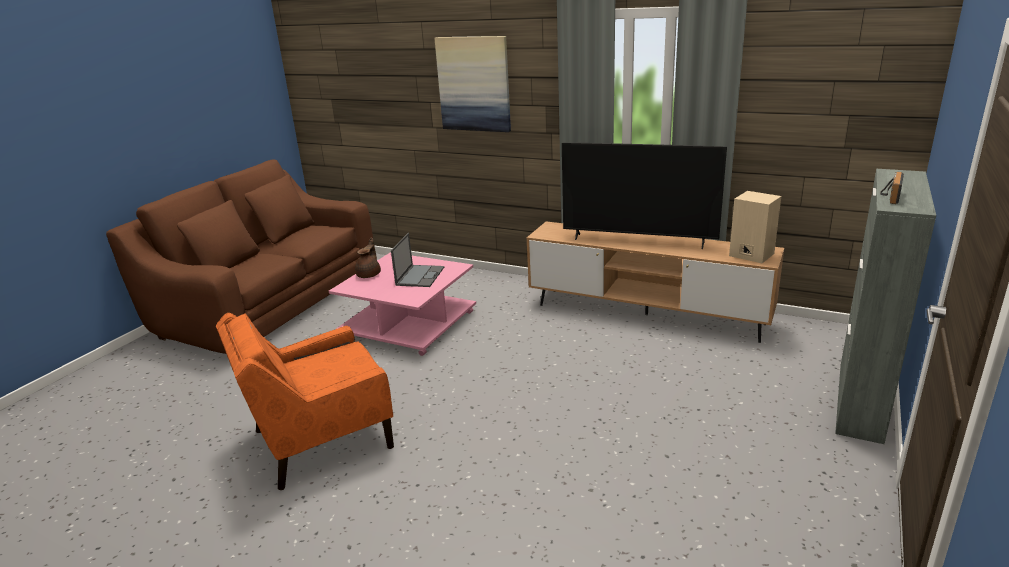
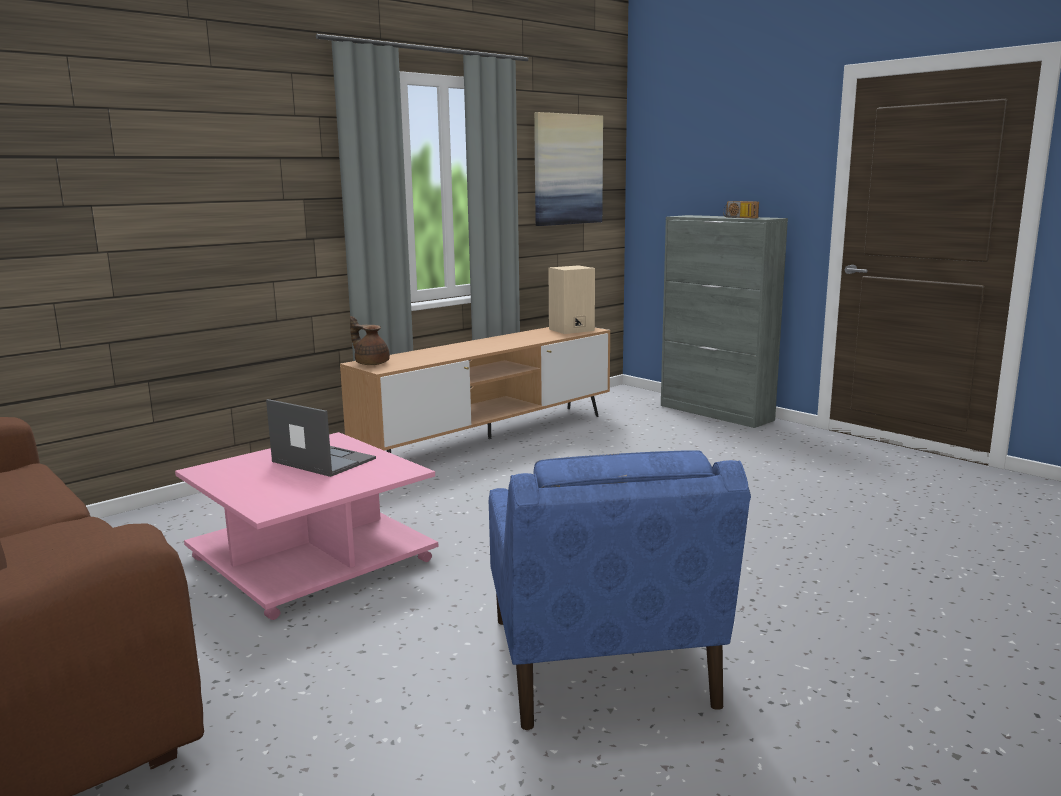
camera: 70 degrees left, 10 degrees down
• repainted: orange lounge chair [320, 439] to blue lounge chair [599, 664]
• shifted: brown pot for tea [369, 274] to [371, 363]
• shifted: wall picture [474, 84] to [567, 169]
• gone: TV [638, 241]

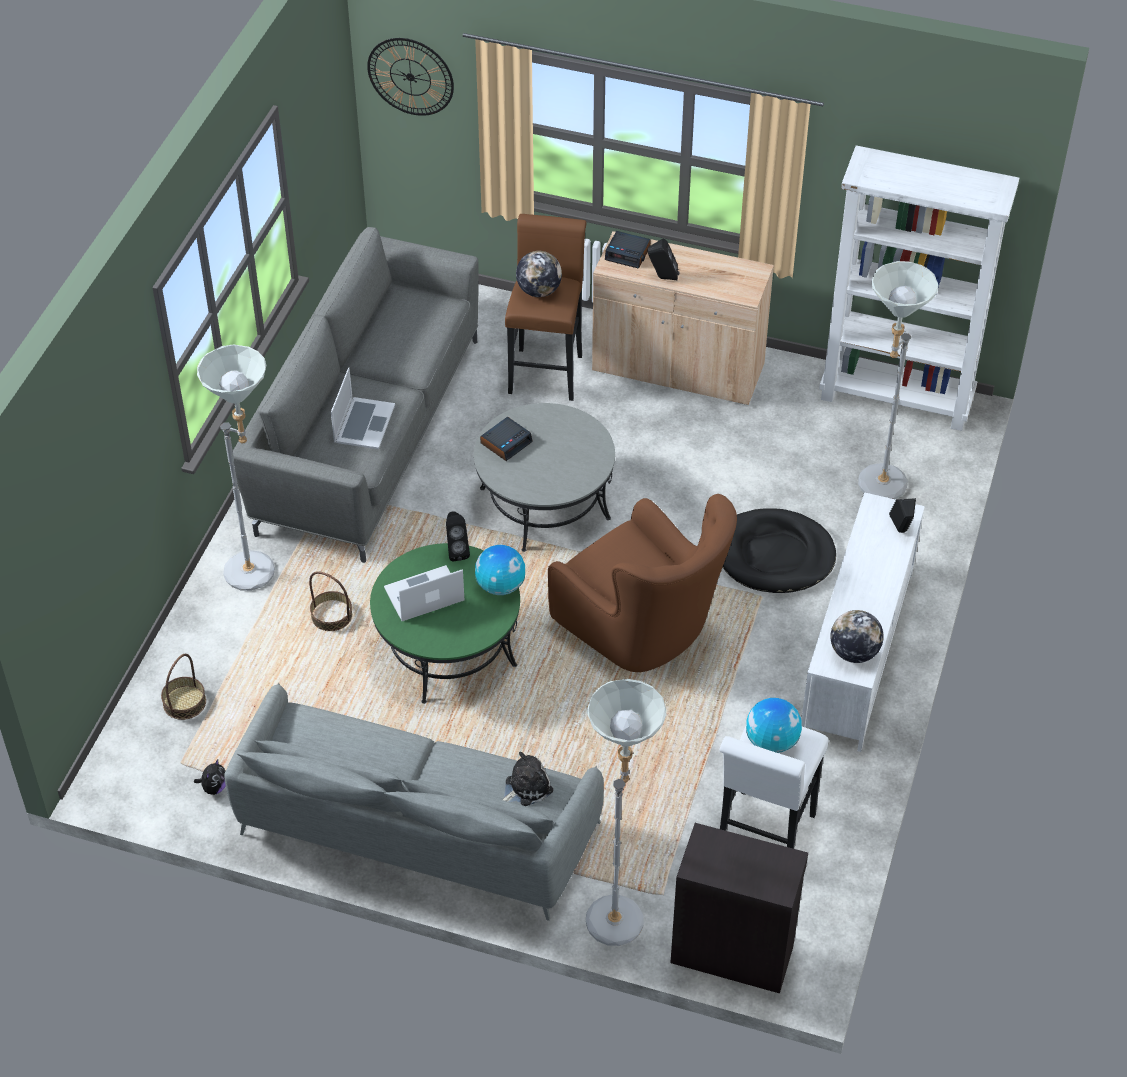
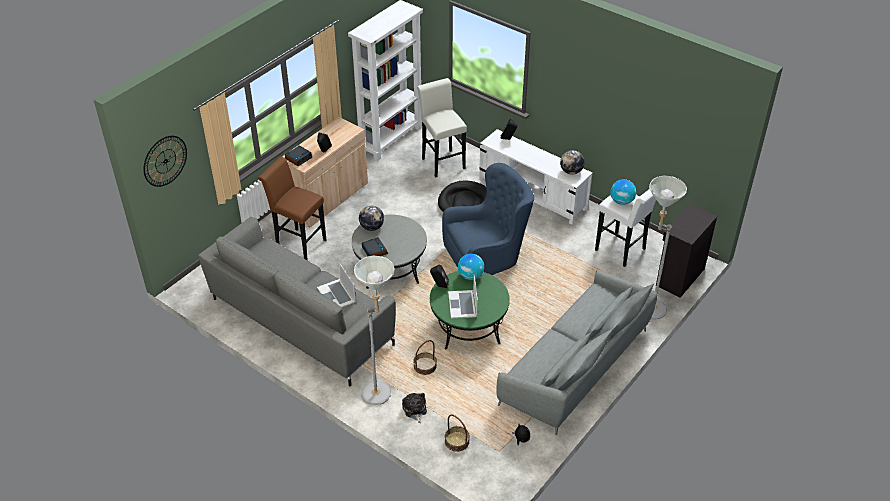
camera: 70 degrees left, 5 degrees down
• rotated: notebook computer [364, 423] = [336, 295] 150 degrees counterclockwise
• shifted: cuddly toy [526, 787] to [414, 410]
• shifted: desk globe [539, 291] to [372, 227]
• repainted: brown lounge chair [642, 628] to blue lounge chair [488, 255]
• swapped: grey standard lamp [875, 489] to white stool [442, 161]

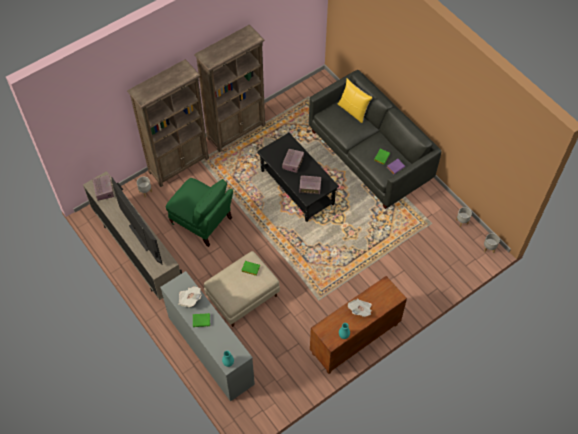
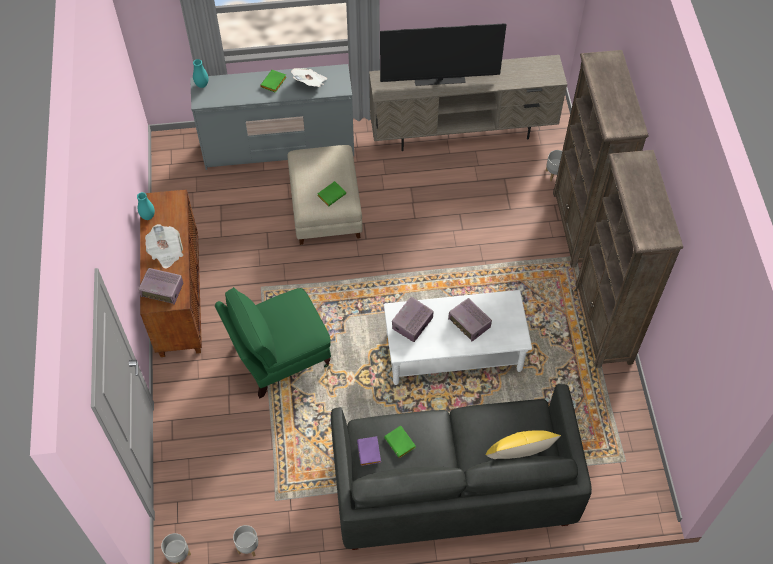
camera: 120 degrees right, 0 degrees up
• shifted: radio set [104, 190] to [162, 291]
• shifted: green-coloured lounge chair [202, 222] to [279, 357]
• repainted: black low table [297, 187] to white low table [453, 352]

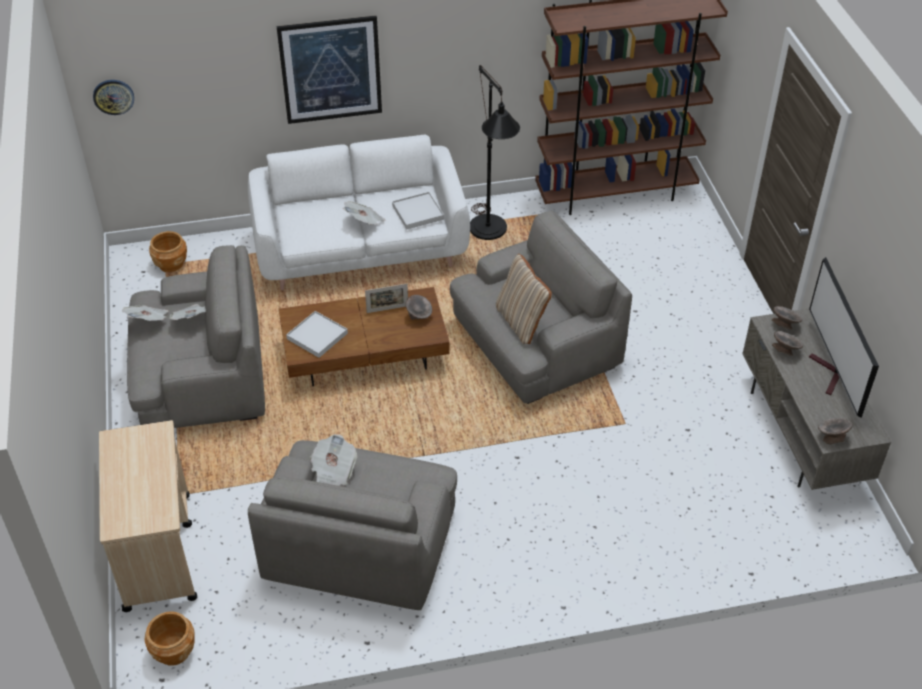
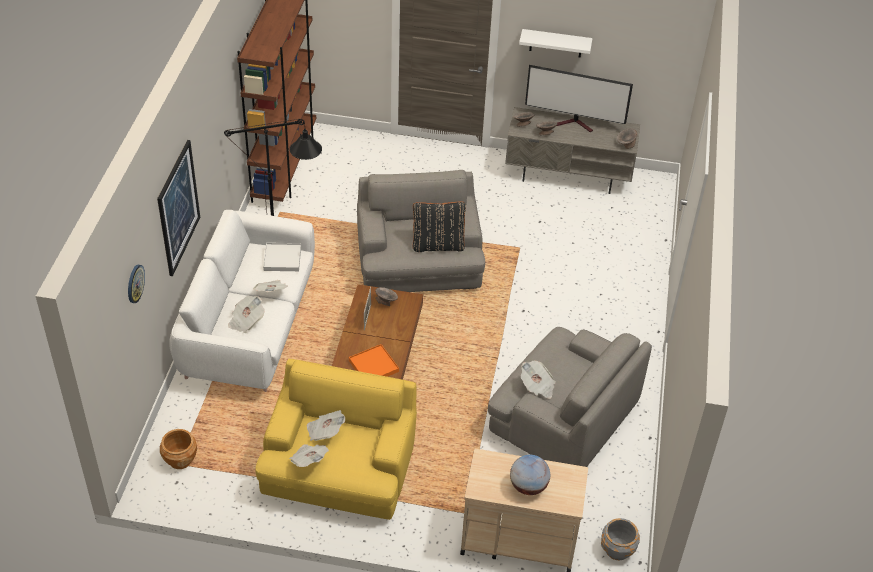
camera: 70 degrees left, 0 degrees up
• shifted: hanging clock [113, 96] to [135, 283]
• repainted: grey lounge chair [201, 375] to yellow lounge chair [339, 470]
• repainted: brown planter [173, 651] to grey planter [617, 550]
• repainted: white serving tray [317, 336] to orange serving tray [373, 366]
• repainted: sand-coloured pillow [521, 322] to black pillow [438, 245]
• new: daily paper [246, 321]
• new: desk globe [528, 486]
• new: white wall shelf [556, 43]

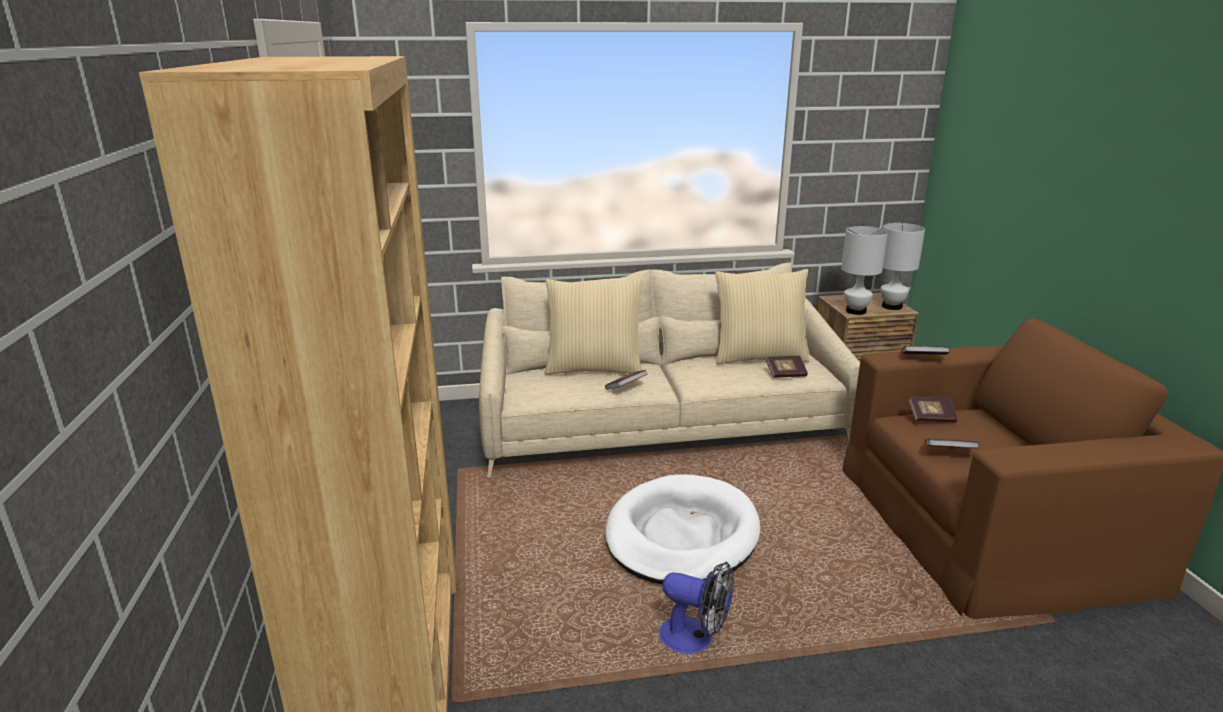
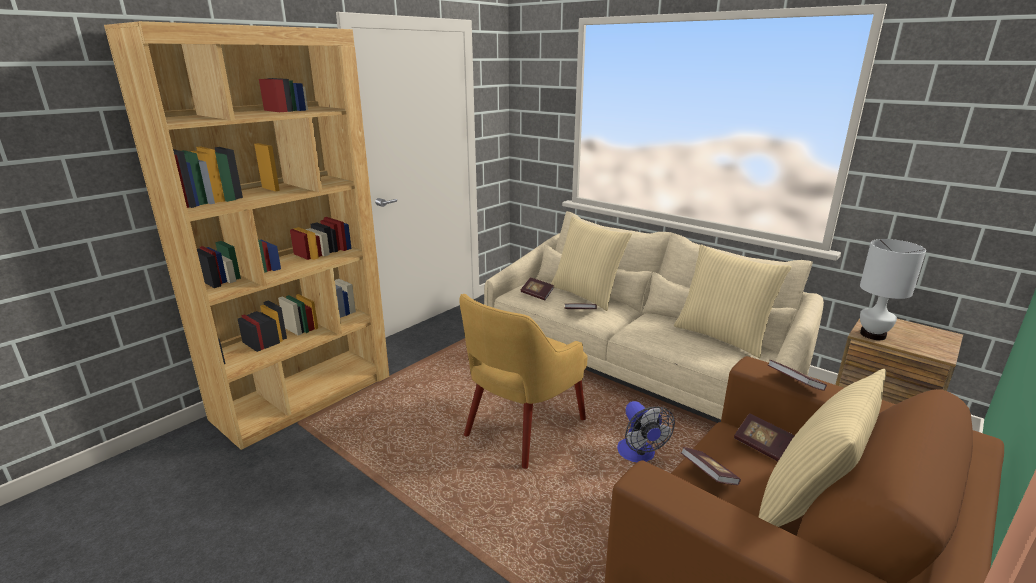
camera: 50 degrees right, 0 degrees up
• swapped: white dog cushion [681, 535] to yellow lounge chair [522, 429]
• shifted: electric fan [695, 639] to [639, 455]
• shifted: bound book [786, 374] to [537, 295]
• gone: white table lamp [892, 306]
• new: sand-coloured pillow [806, 506]

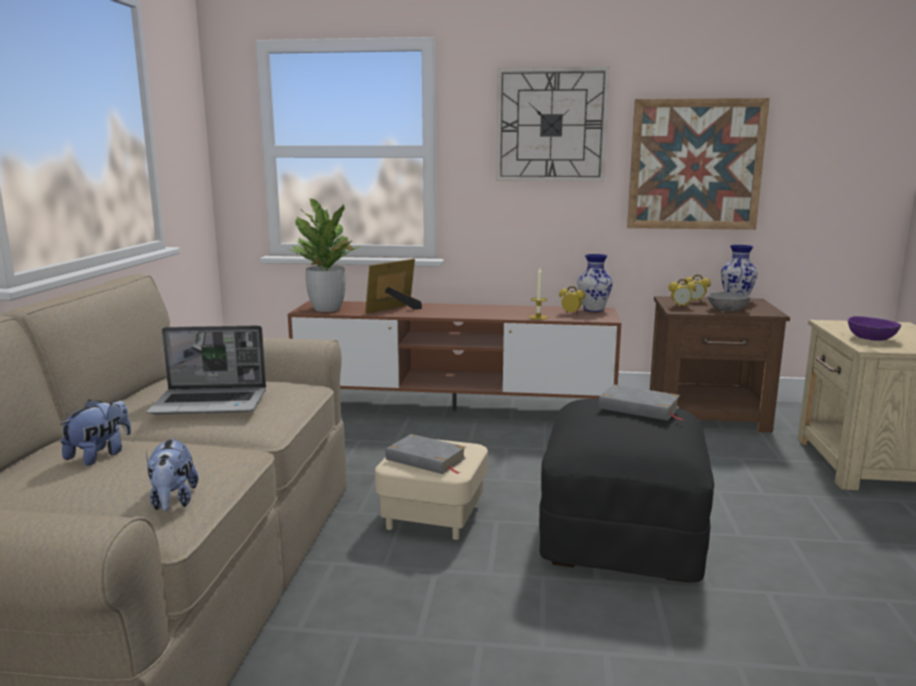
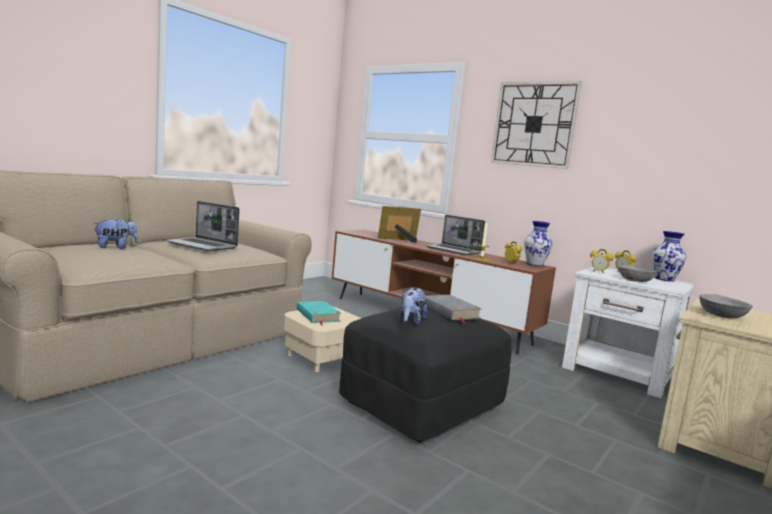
camera: 30 degrees right, 5 degrees down
• shifted: cuddly toy [173, 502] to [410, 321]
• gone: potted plant [327, 309]
• repainted: grey bound book [426, 459] to blue-green bound book [317, 315]
• gone: wall picture [695, 165]
• repainted: brown night table [709, 415] to white night table [619, 373]
• repainted: purplish serving bowl [870, 338] to grey serving bowl [721, 316]
• new: notebook computer [454, 250]

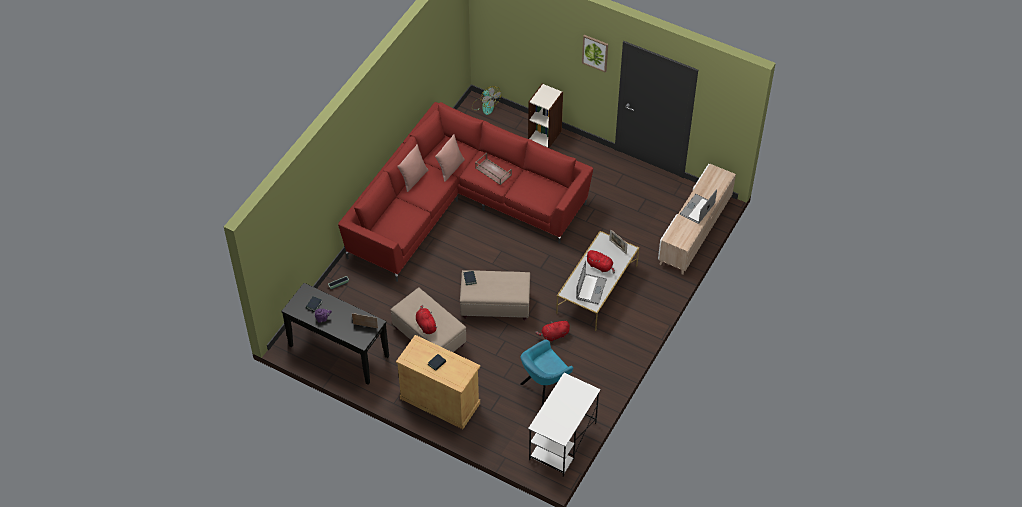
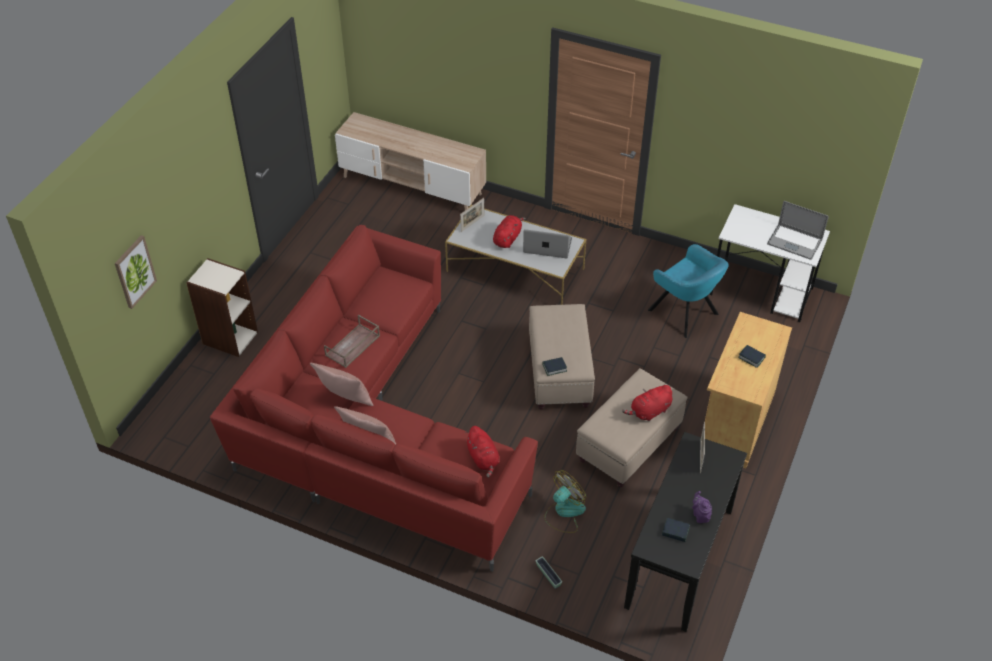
camera: 95 degrees left, 5 degrees down
• shifted: electric fan [485, 105] to [564, 512]
• shifted: reddish cuddly toy [554, 335] to [483, 459]
• shifted: wall picture [595, 52] to [134, 271]
• shifted: notebook computer [697, 209] to [794, 242]

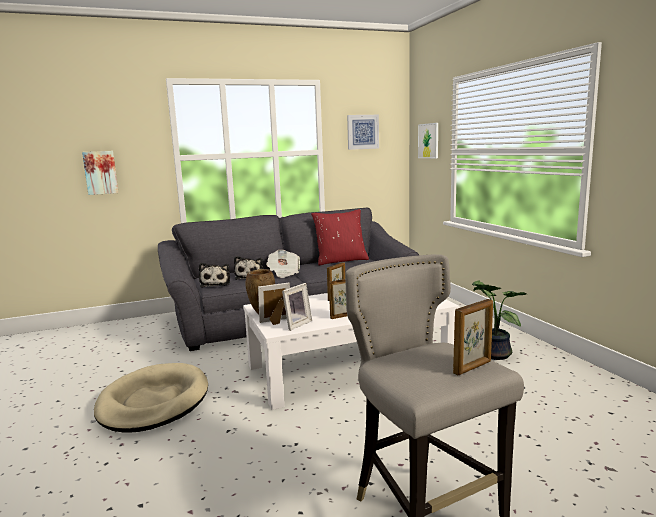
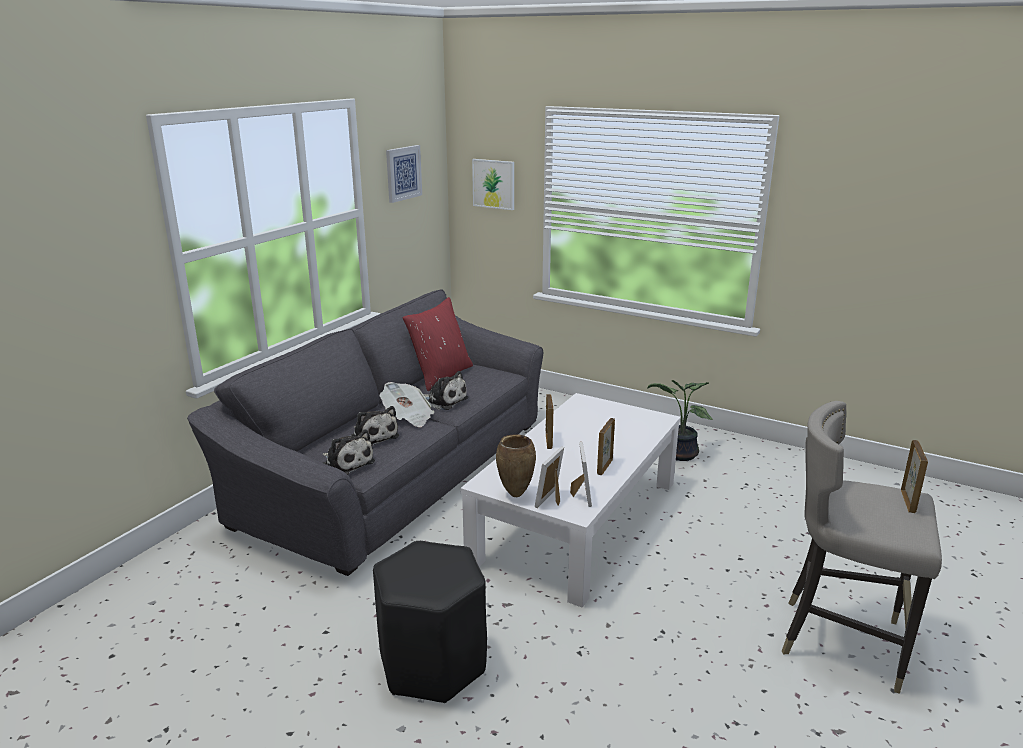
camera: 40 degrees left, 10 degrees up
• gone: wall picture [100, 172]
• swapped: sand-coloured dog cushion [153, 402] to black stool [433, 664]
• new: cuddly toy [444, 400]

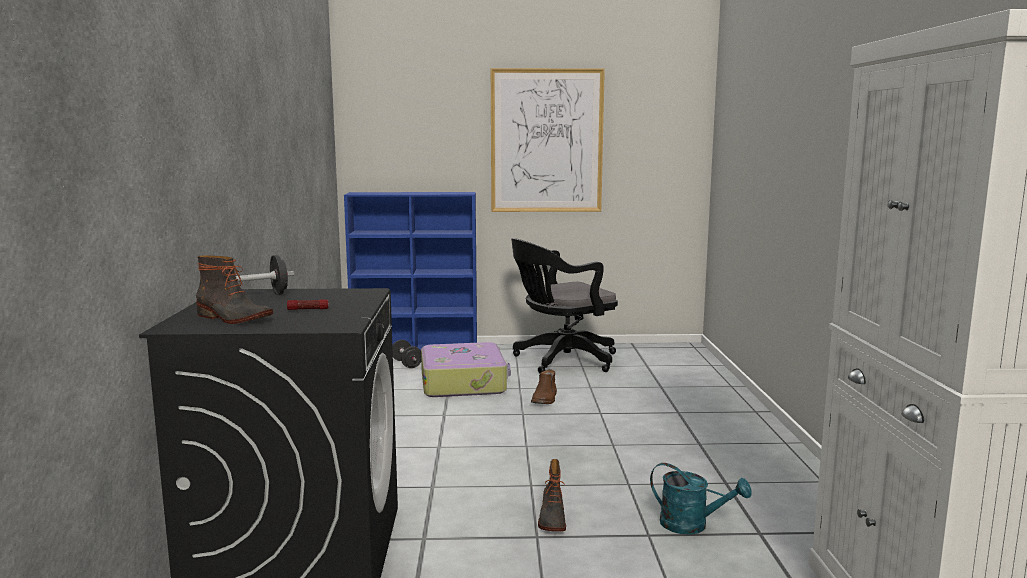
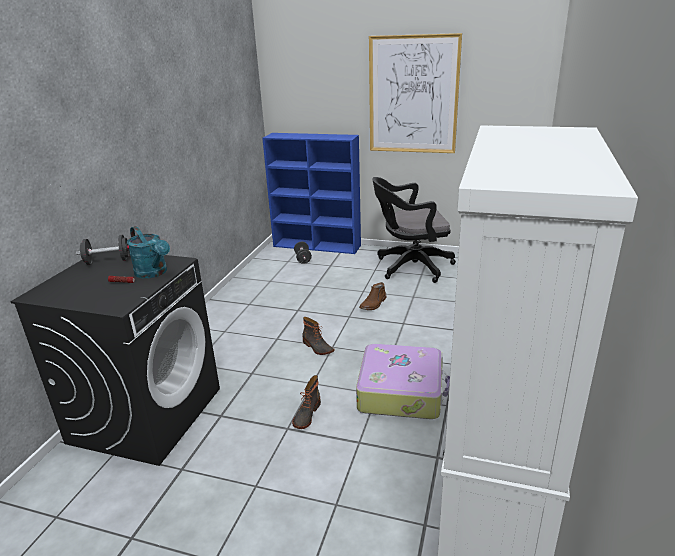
camera: 20 degrees right, 15 degrees up
• shifted: high-top boot [232, 318] to [317, 347]
• shifted: suitcase [464, 383] to [401, 391]
• shifted: blue-green watering pot [692, 525] to [154, 273]

